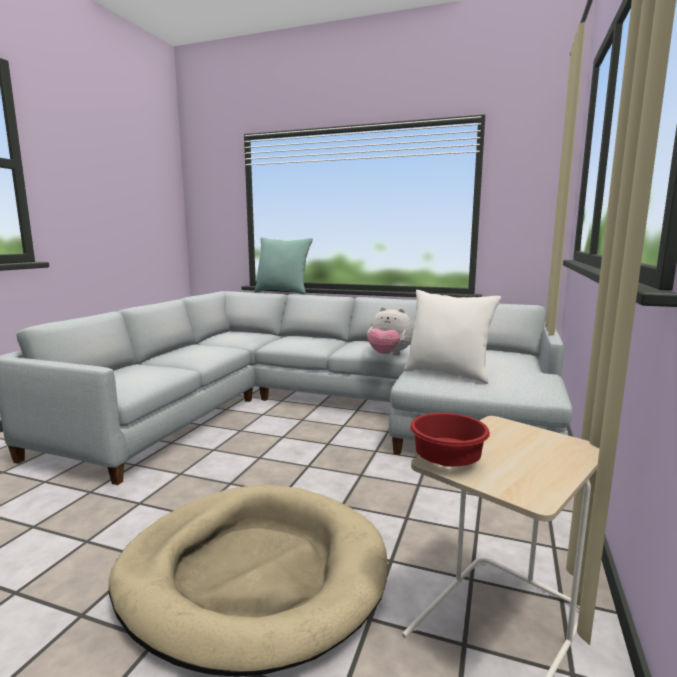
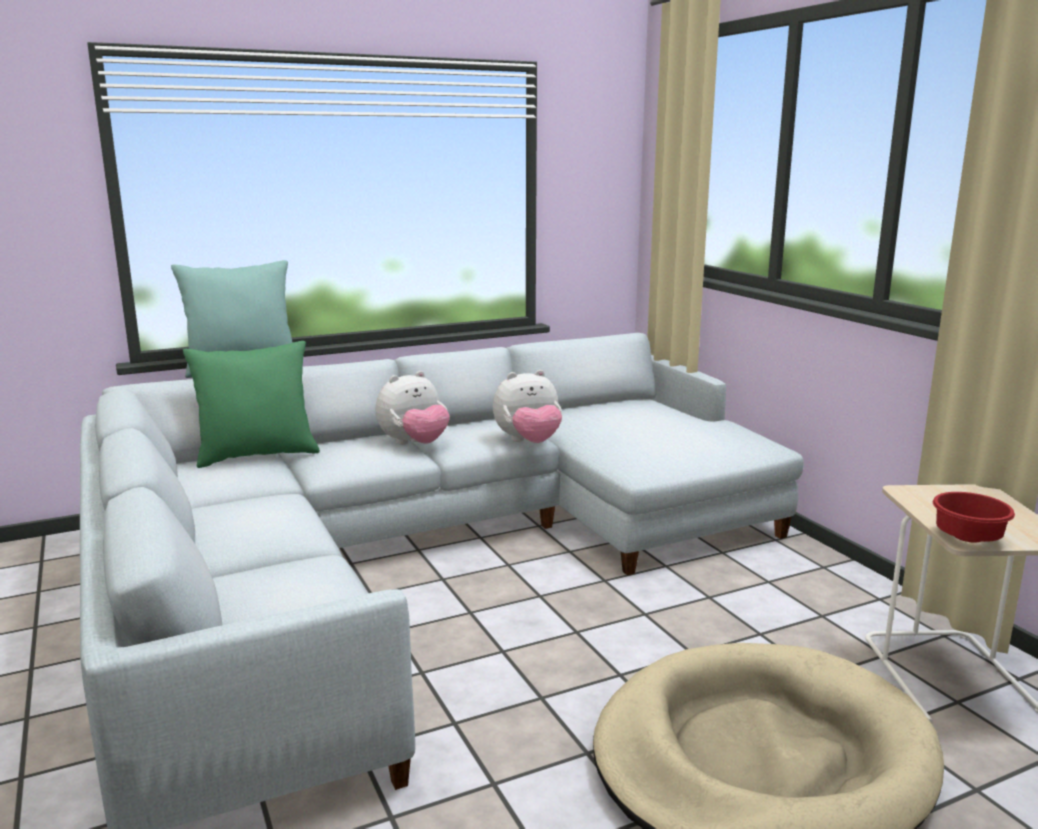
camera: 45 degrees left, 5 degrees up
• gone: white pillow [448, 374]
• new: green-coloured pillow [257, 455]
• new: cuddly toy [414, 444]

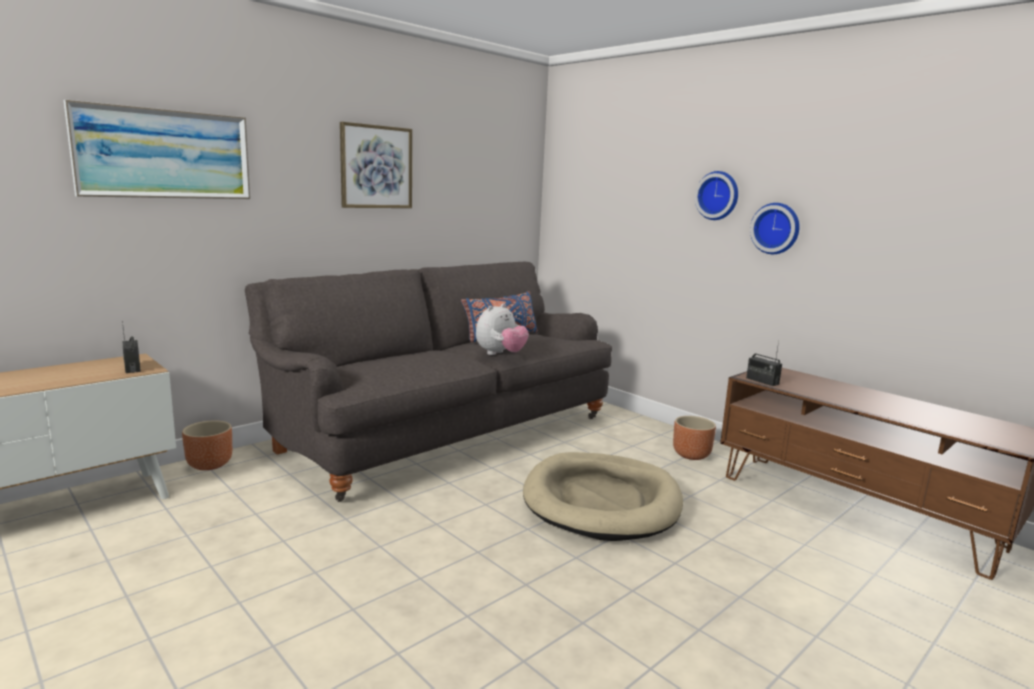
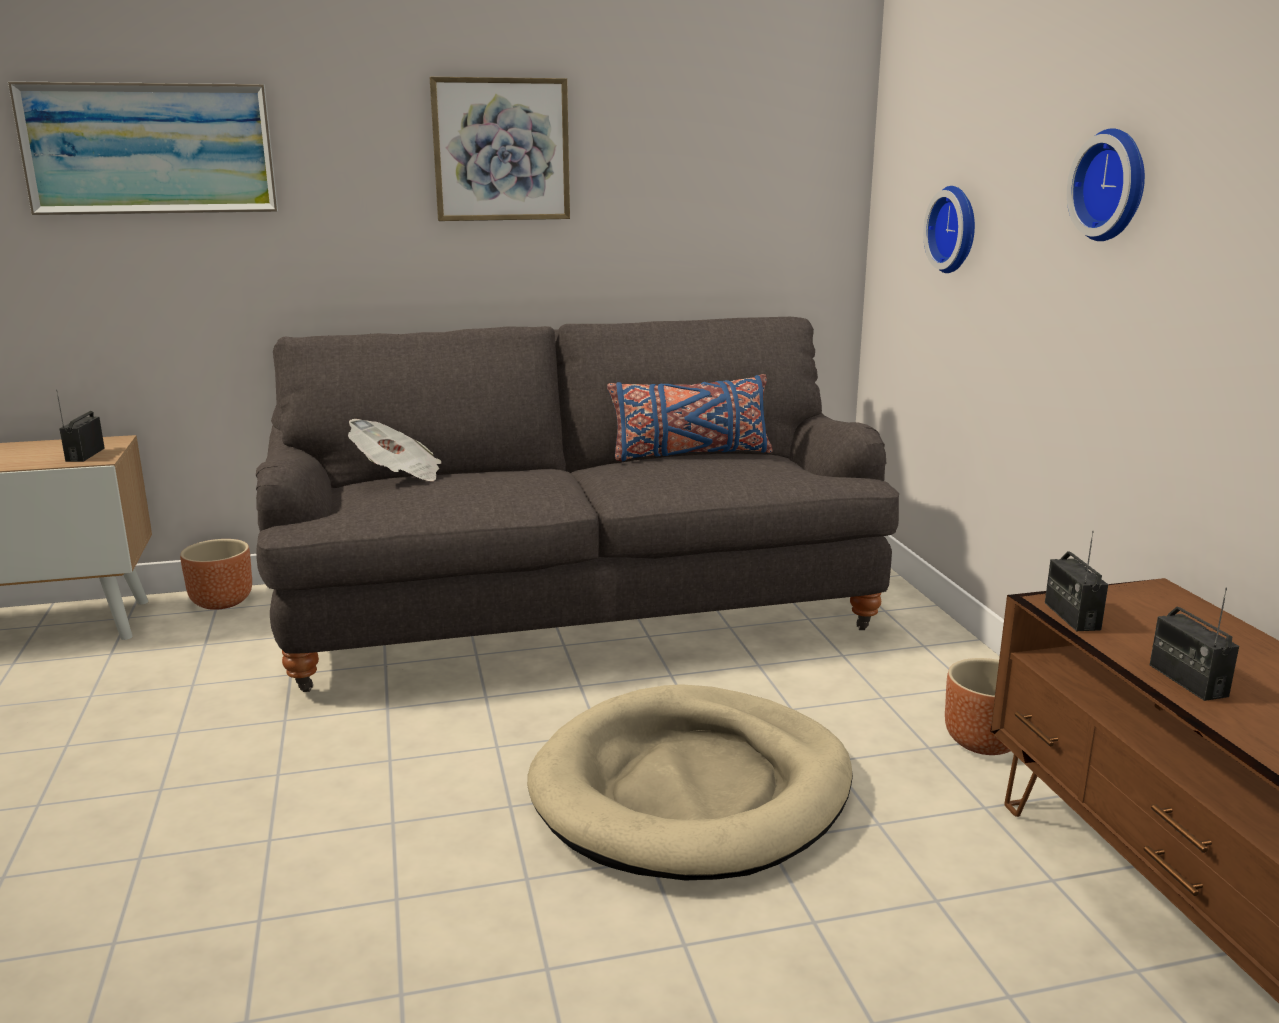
camera: 30 degrees right, 5 degrees up
• gone: cuddly toy [500, 354]
• shifted: hanging clock [776, 228] to [956, 229]
• new: daily paper [398, 474]
• new: radio set [1187, 680]

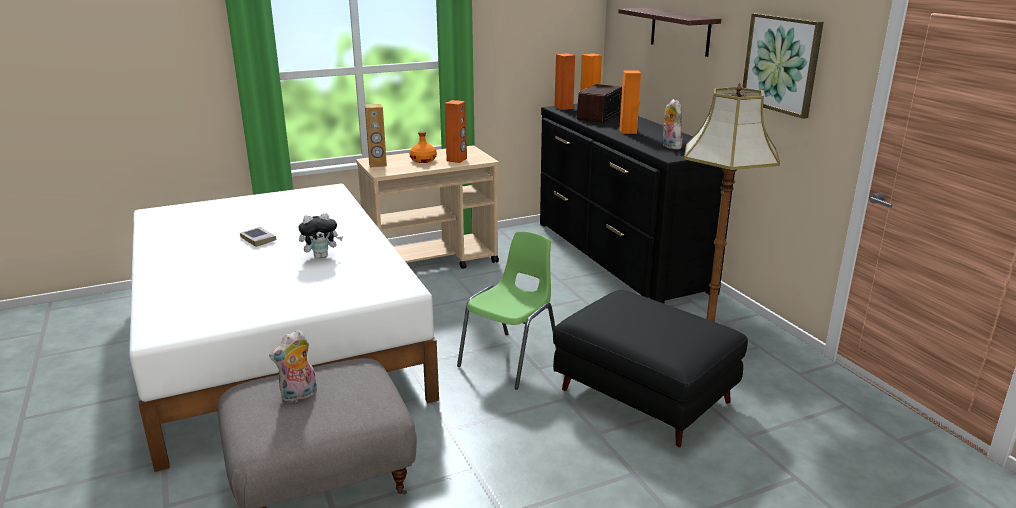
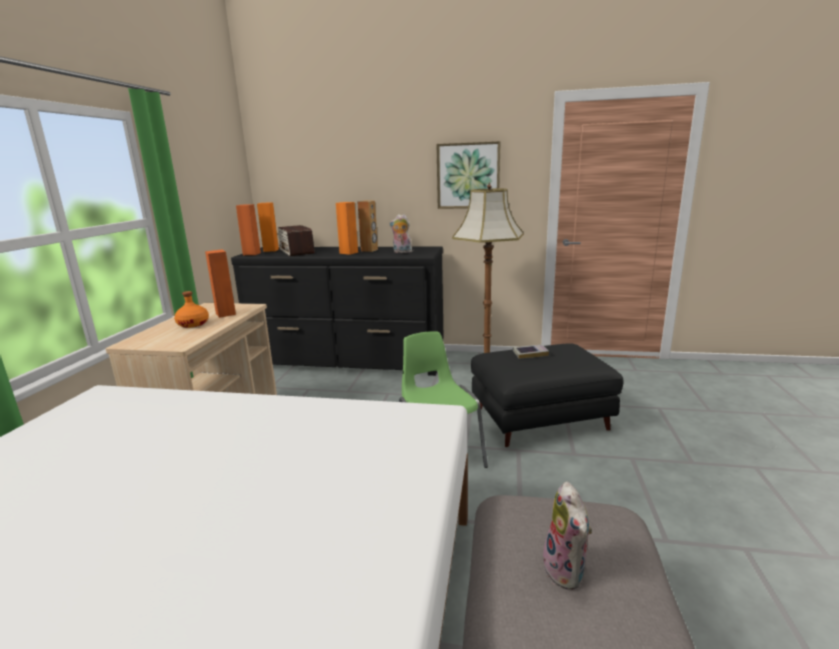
camera: 55 degrees left, 5 degrees down
• shifted: bound book [258, 239] to [530, 354]
• gone: cuddly toy [321, 256]
• shifted: brown speaker [377, 164] to [369, 250]
• gone: wall shelf [680, 31]

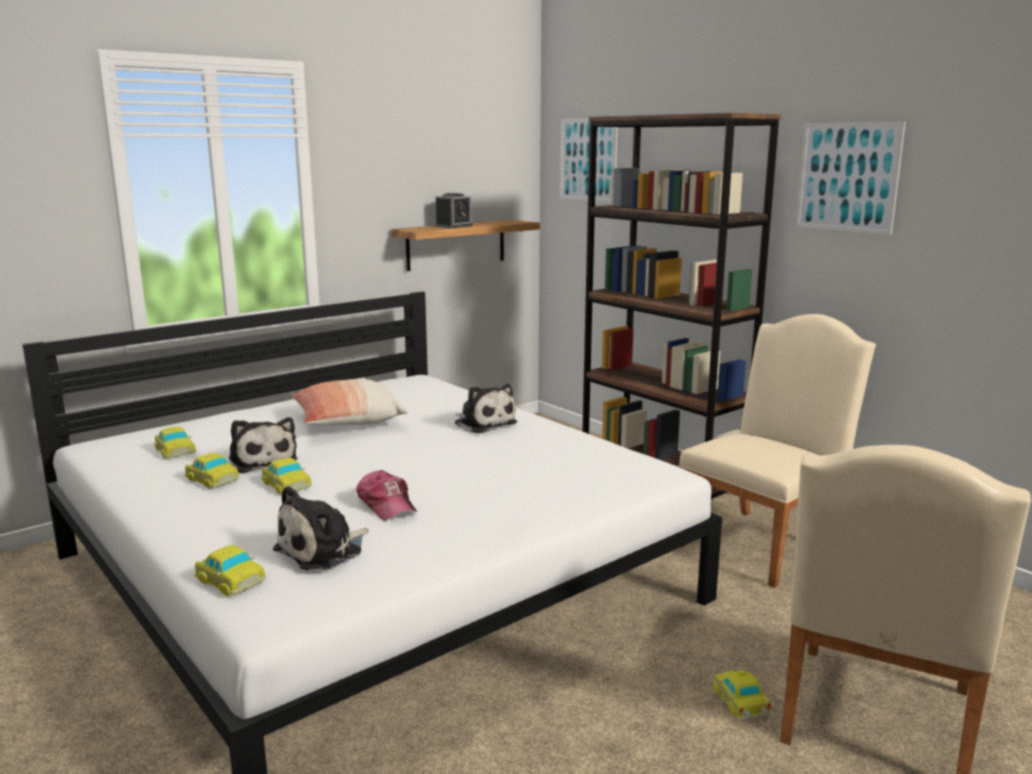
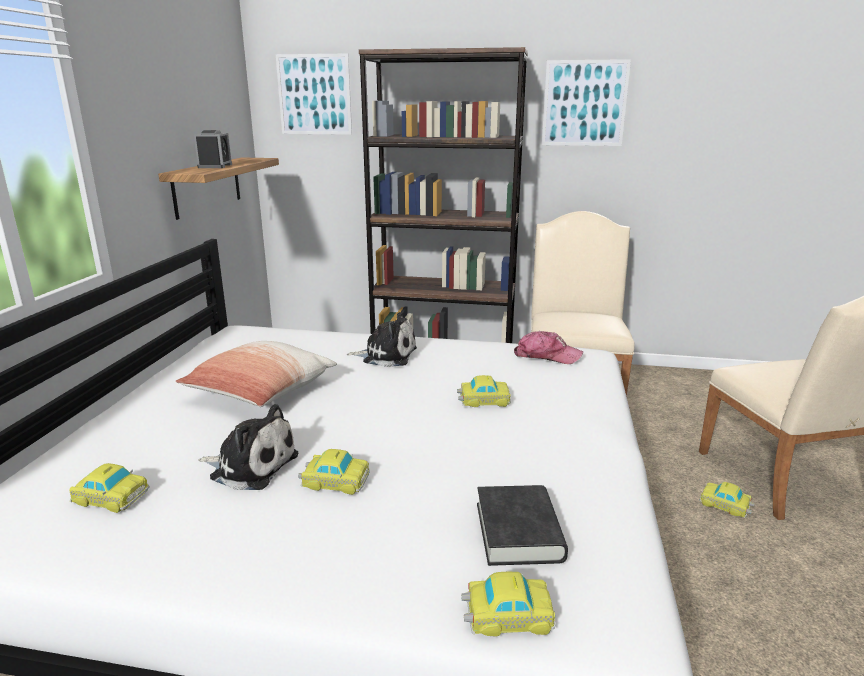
camera: 40 degrees left, 5 degrees up
• shifted: model car [211, 479] to [483, 400]
• swapped: cuddly toy [323, 550] to black bound book [518, 532]
• shifted: peaked cap [387, 505] to [546, 356]

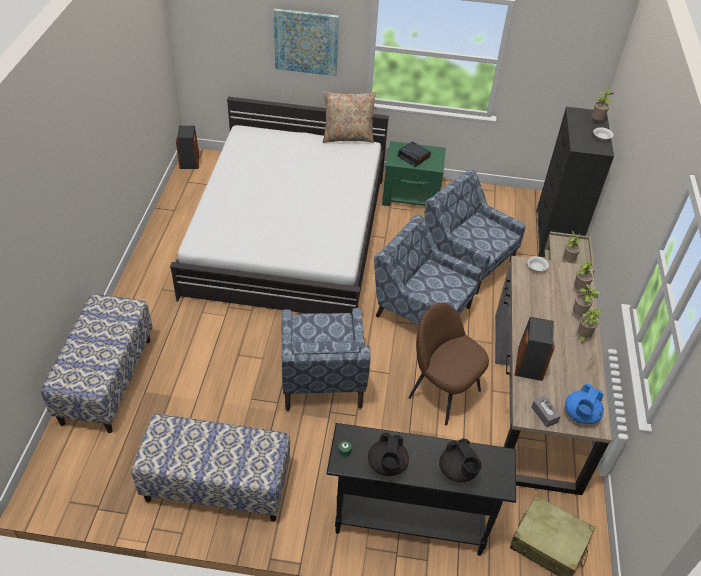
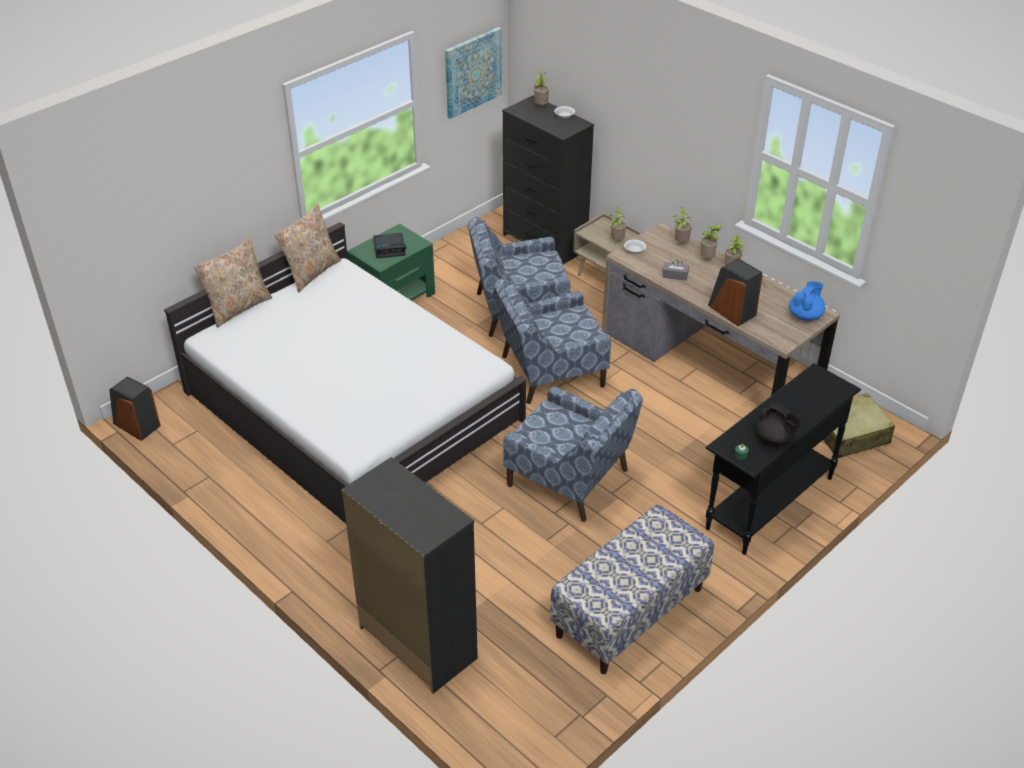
camera: 50 degrees left, 5 degrees down
• swapped: bench [107, 380] to black drawer chest [417, 642]
• shifted: wall picture [306, 42] to [472, 72]
• gone: brown plain chair [442, 392]
• gone: black pot for tea [458, 471]
• shifted: grey tissue holder [544, 415] to [675, 275]
• rotated: blue pot for tea [580, 415] = [805, 315] 120 degrees counterclockwise
• new: sand-coloured pillow [238, 307]

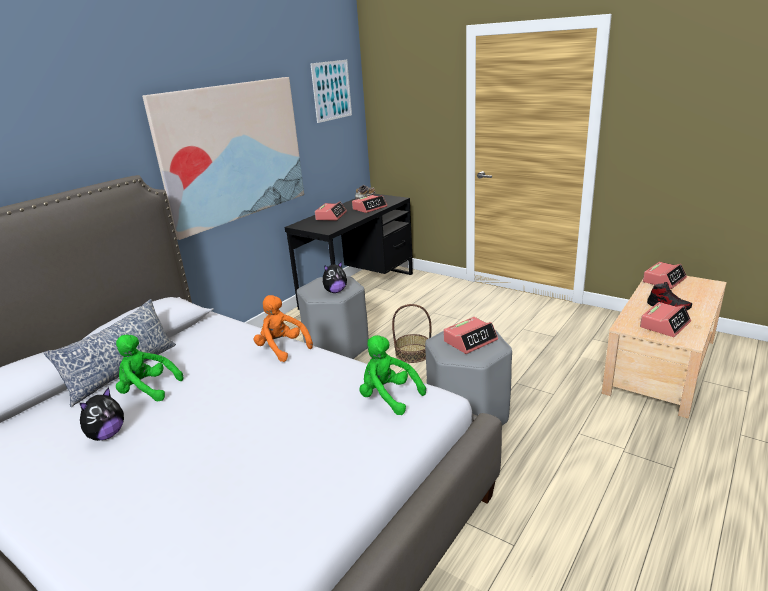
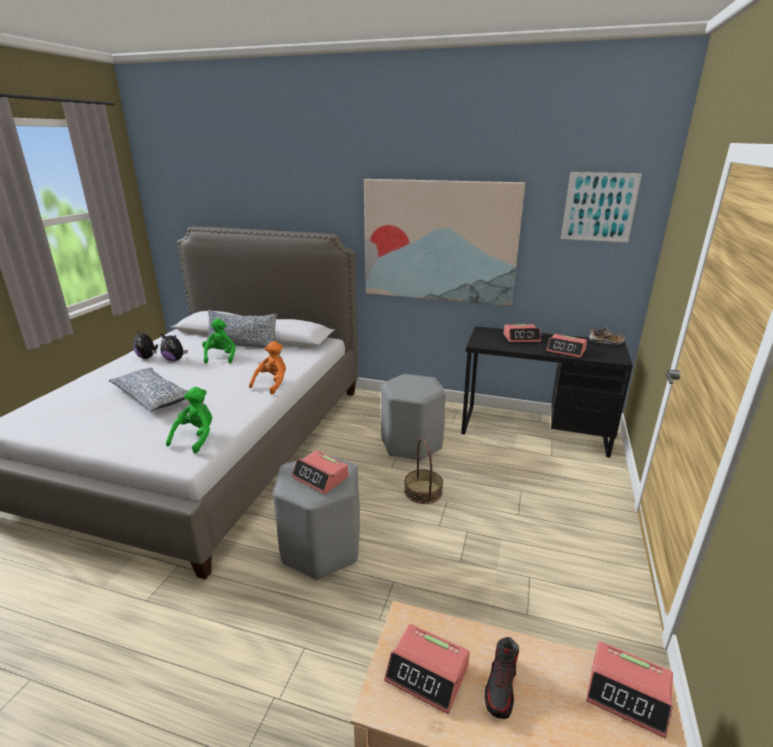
camera: 70 degrees right, 0 degrees up
• shifted: cuddly toy [335, 291] to [148, 357]
• new: pillow [153, 397]

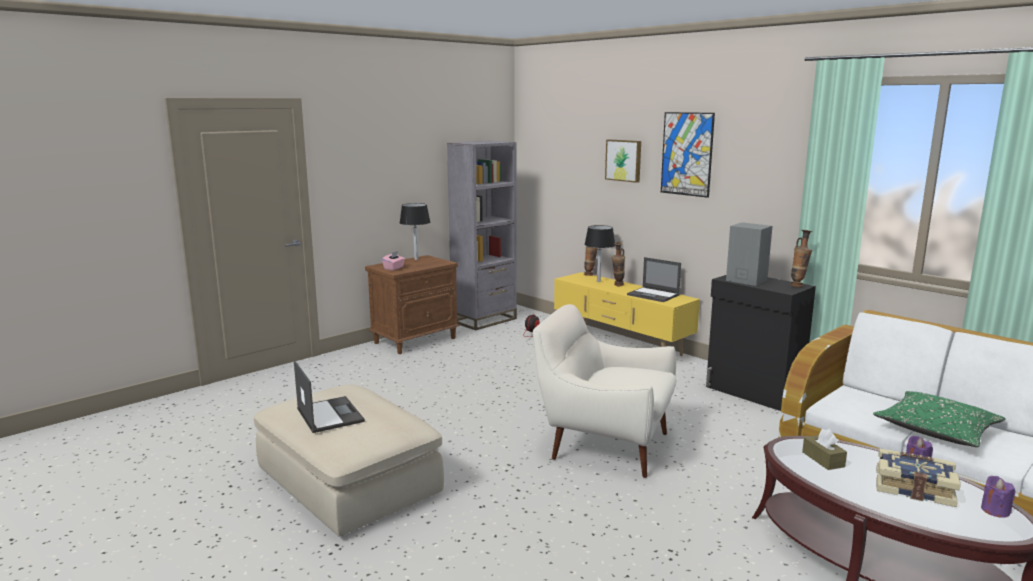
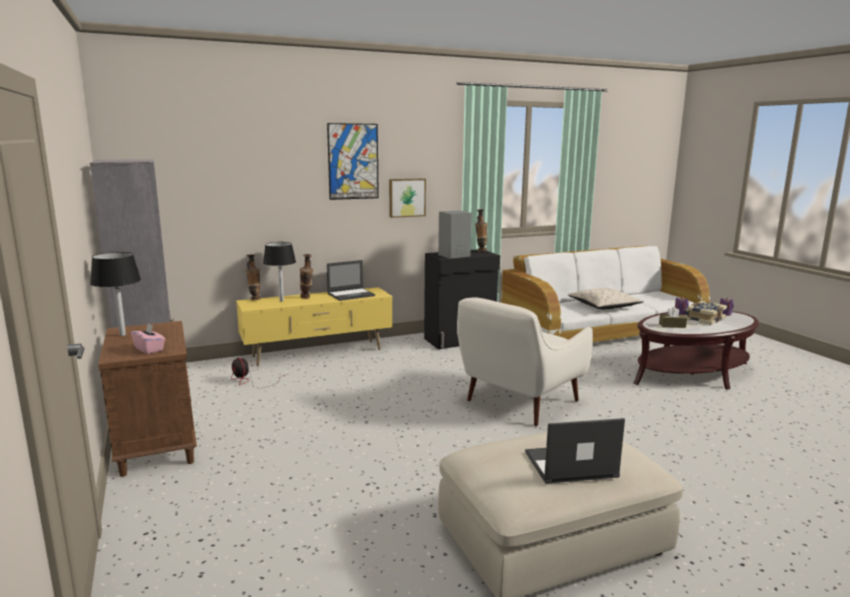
camera: 70 degrees left, 0 degrees up
• shifted: wall picture [624, 160] to [406, 197]
• repainted: green-coloured pillow [936, 431] to sand-coloured pillow [603, 307]

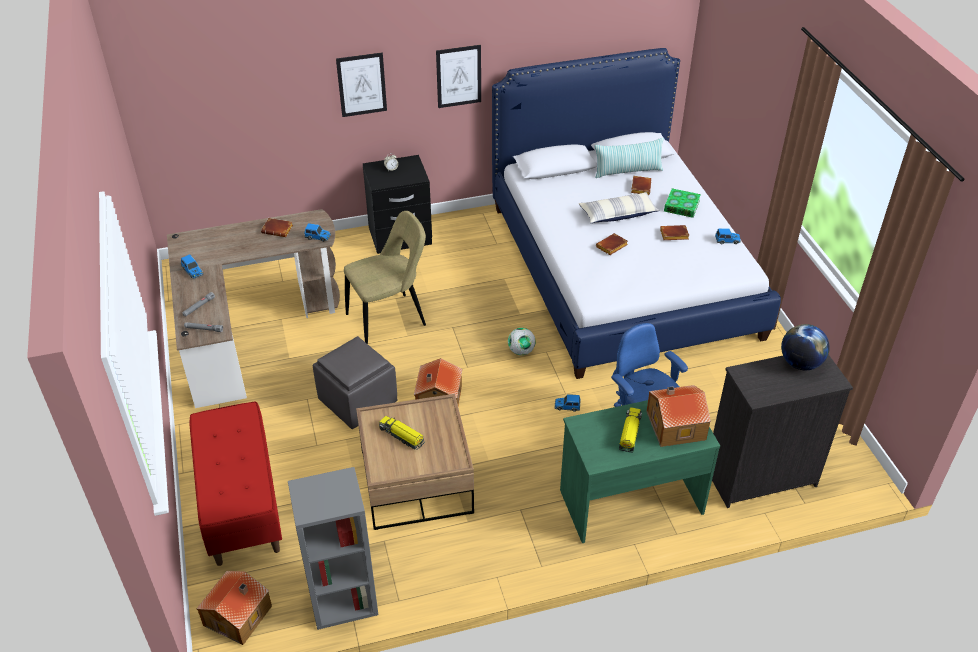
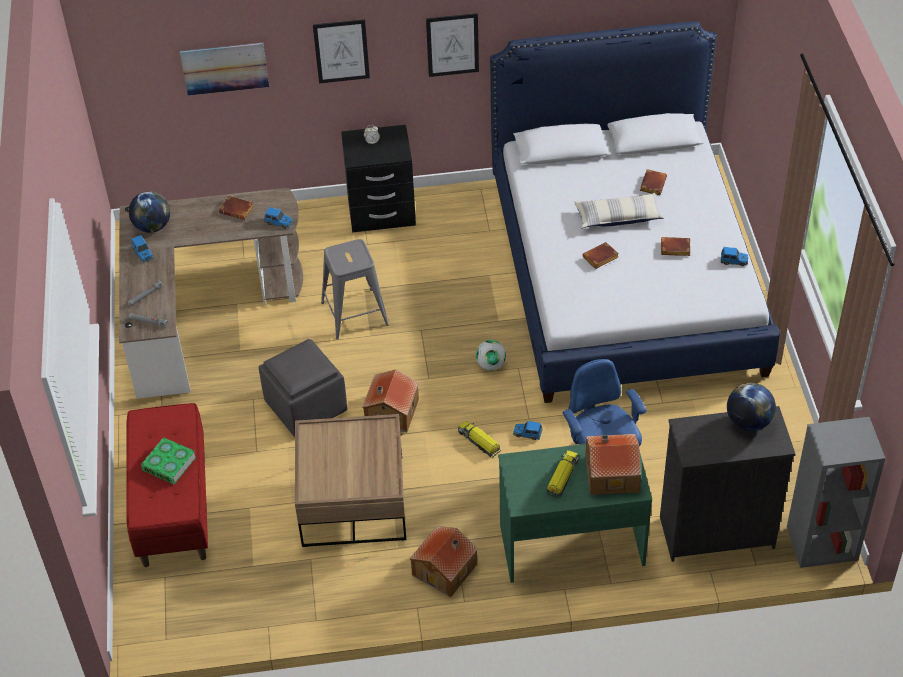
camera: 10 degrees right, 5 degrees up
• shifted: model house [239, 615] to [446, 569]
• shifted: grey shelving unit [342, 601] to [821, 544]
• swapped: sand-coloured plain chair [390, 318] to grey stool [354, 313]
• shifted: toy truck [402, 436] to [479, 442]
• gone: pillow [628, 171]
• shifted: bound book [681, 206] to [169, 464]
• new: desk globe [152, 227]
• new: wall picture [225, 68]

